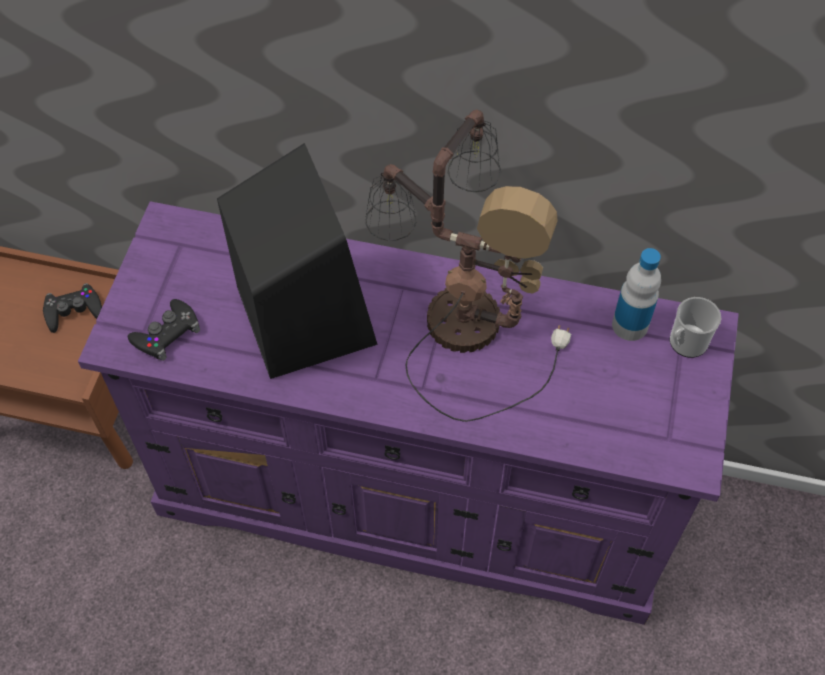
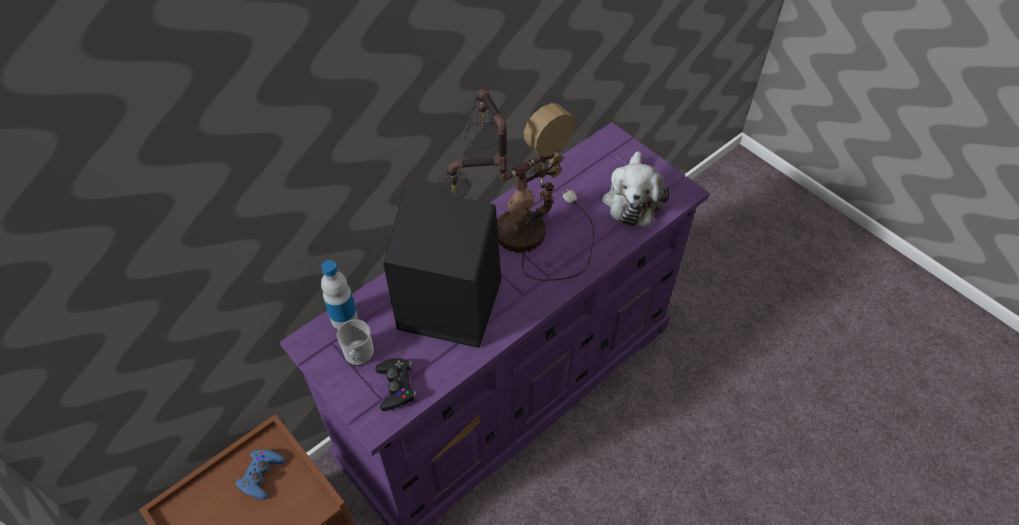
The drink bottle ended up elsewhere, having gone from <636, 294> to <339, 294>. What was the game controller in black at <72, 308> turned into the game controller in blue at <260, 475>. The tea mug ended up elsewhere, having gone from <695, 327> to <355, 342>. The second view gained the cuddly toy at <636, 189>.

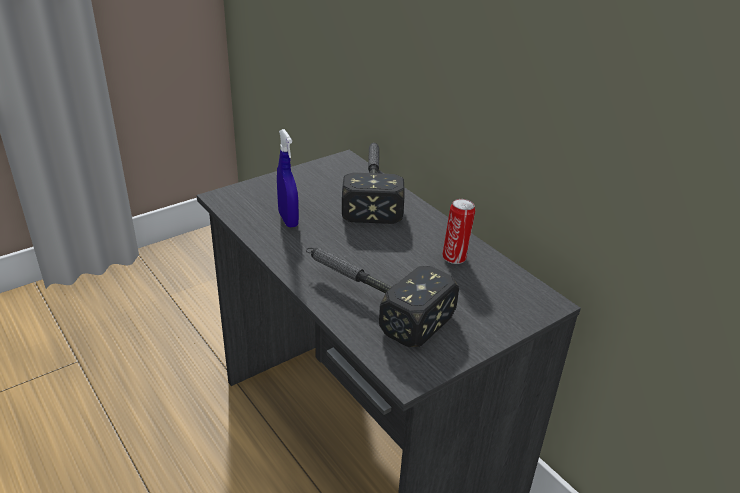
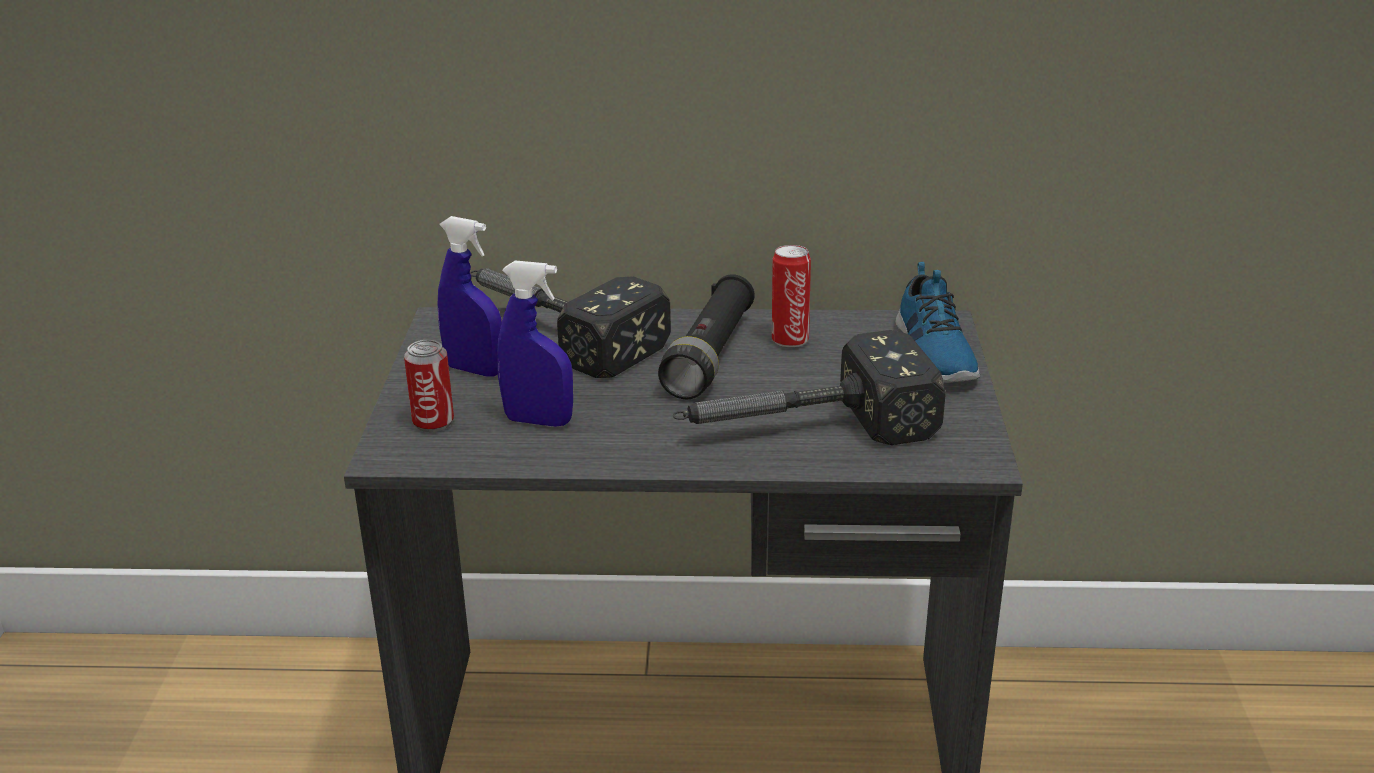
The second view gained the hand sprayer in blue at <470, 296>. The second view gained the item of footwear at <937, 322>. The second view gained the flashlight in black at <706, 336>. The second view gained the sealed can at <429, 386>.

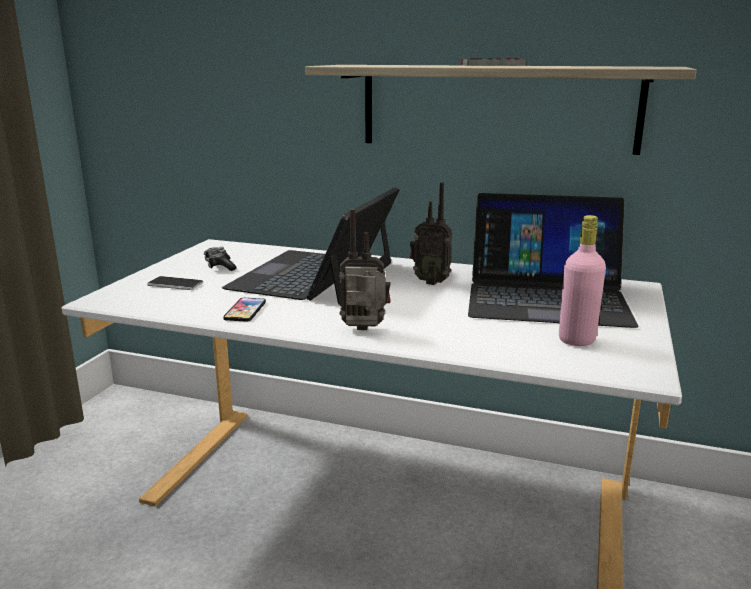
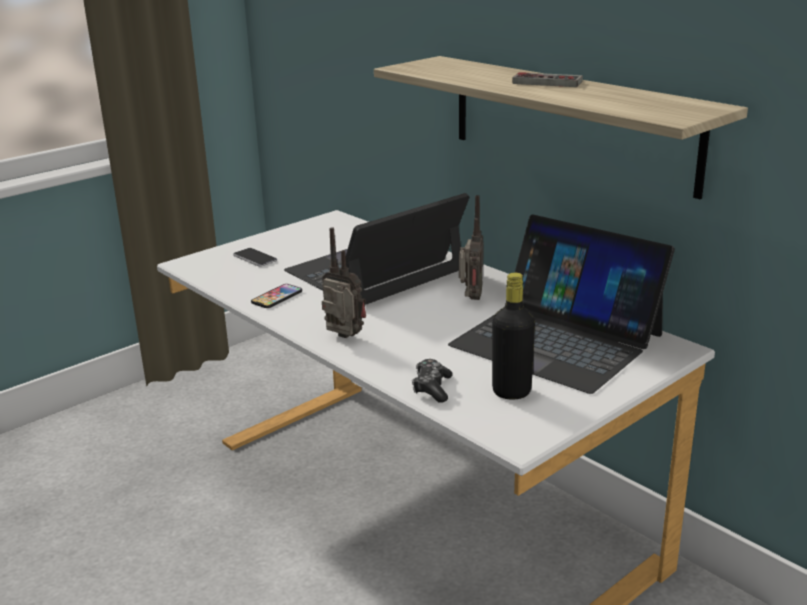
The radio set at <431, 233> ended up facing another way, 135 degrees counterclockwise from before. What was the drink bottle in pink at <582, 280> turned into the drink bottle in black at <513, 336>. The game controller ended up elsewhere, having gone from <220, 259> to <432, 381>.

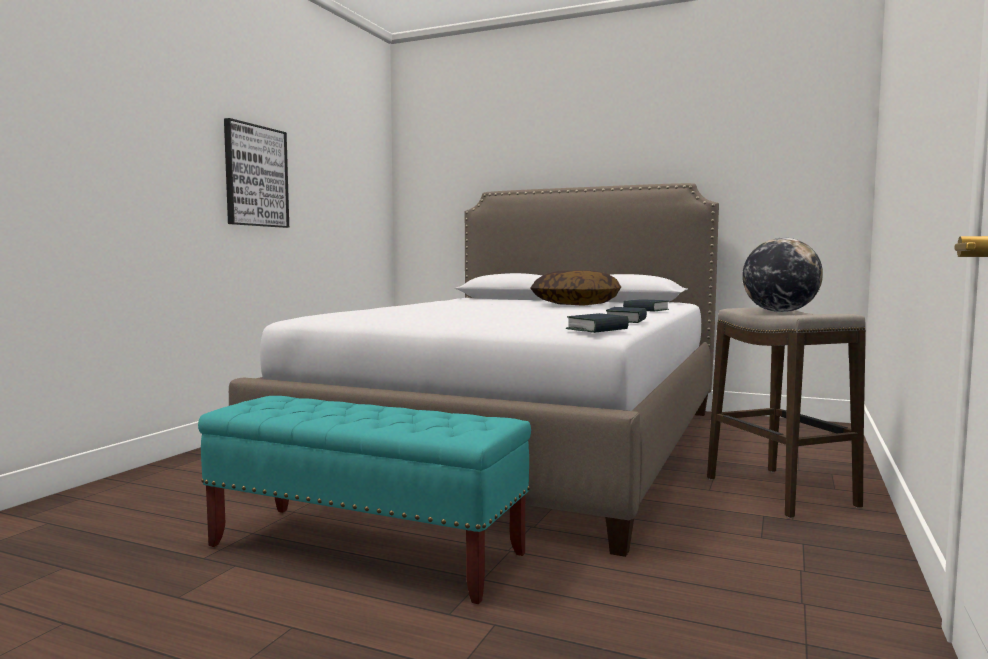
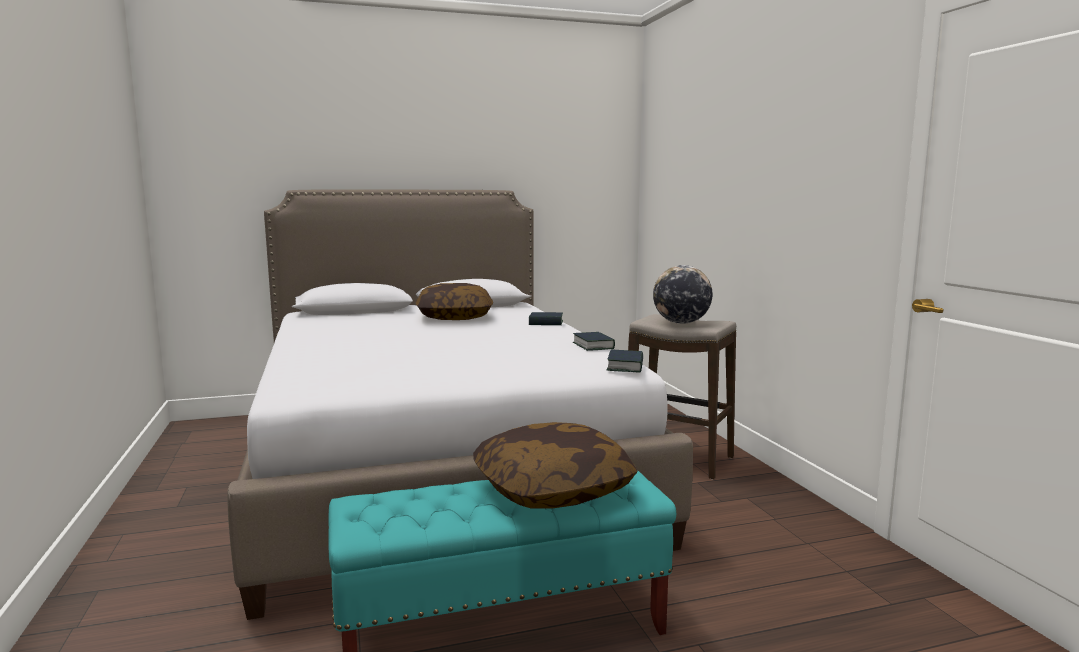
The second view lost the wall picture at <256, 173>. The second view gained the pillow at <555, 465>.

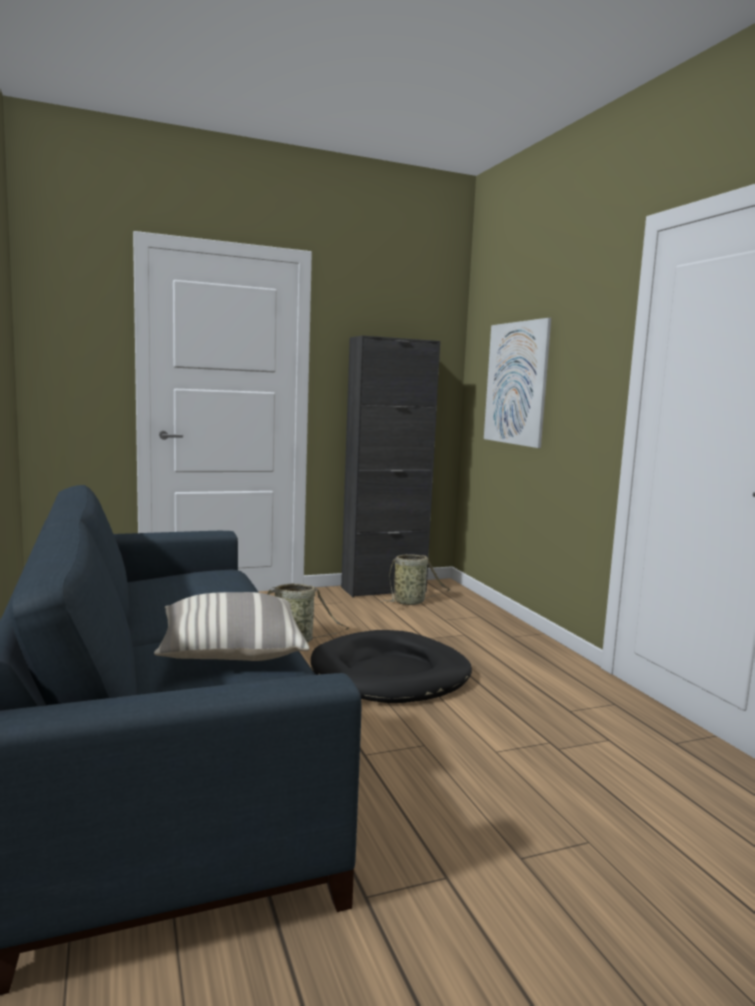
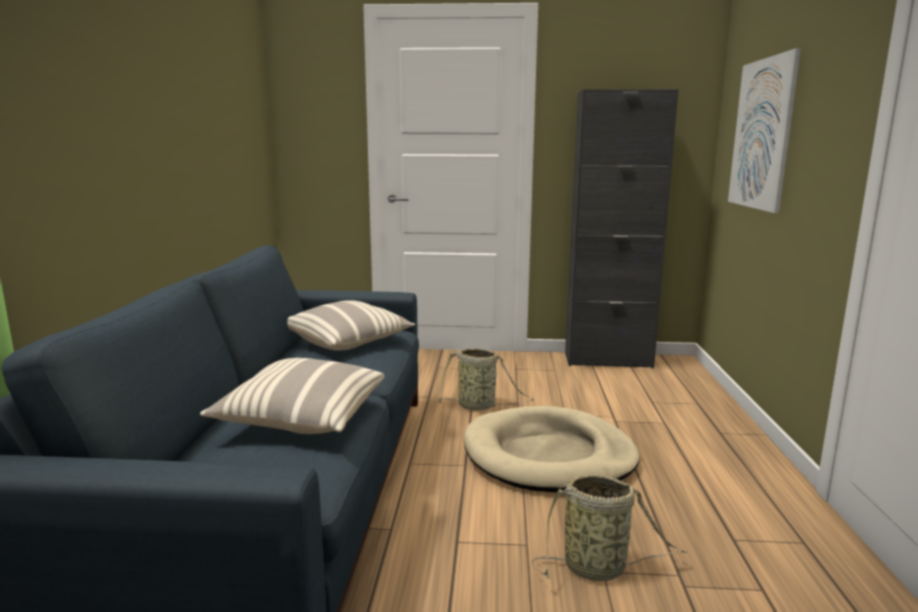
The household basket ended up elsewhere, having gone from <415, 579> to <610, 527>. What was the dog cushion in black at <391, 666> turned into the dog cushion in beige at <551, 449>. The second view gained the pillow at <351, 325>.

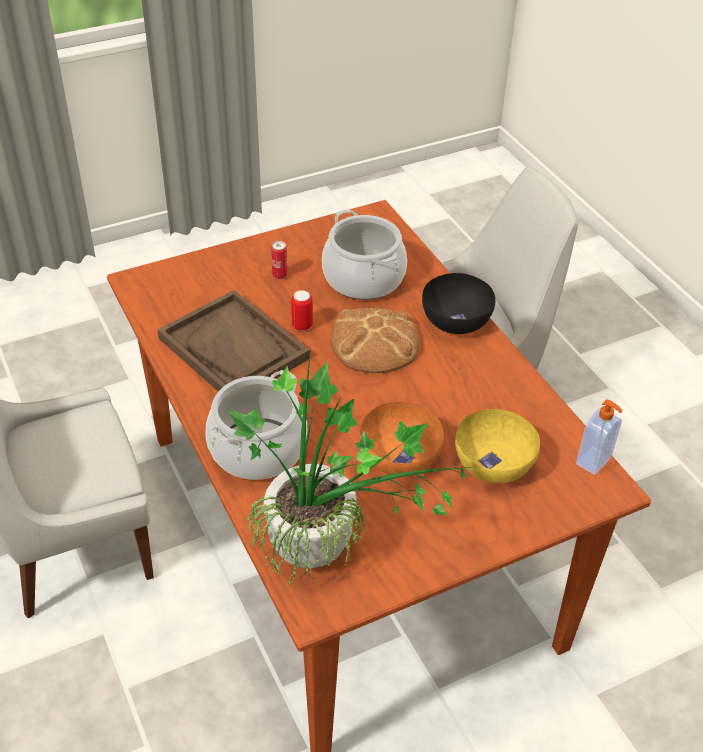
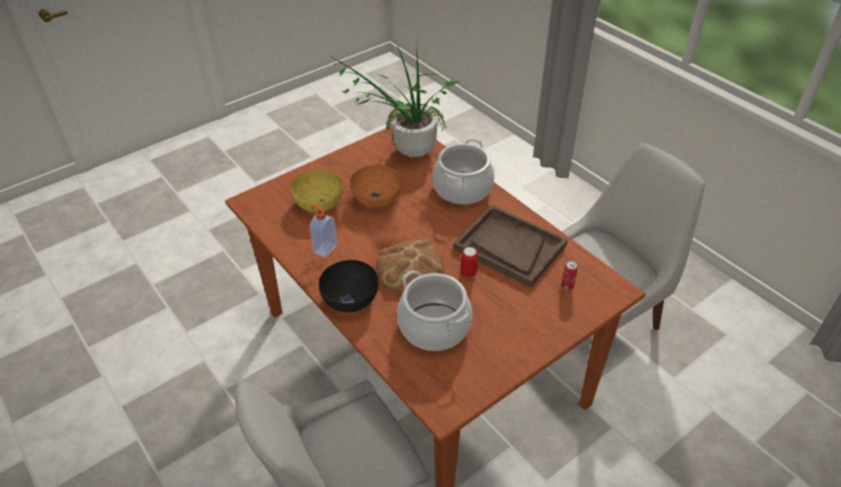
The sealed can ended up elsewhere, having gone from <279, 260> to <569, 275>. The soap dispenser ended up elsewhere, having gone from <599, 437> to <324, 231>.

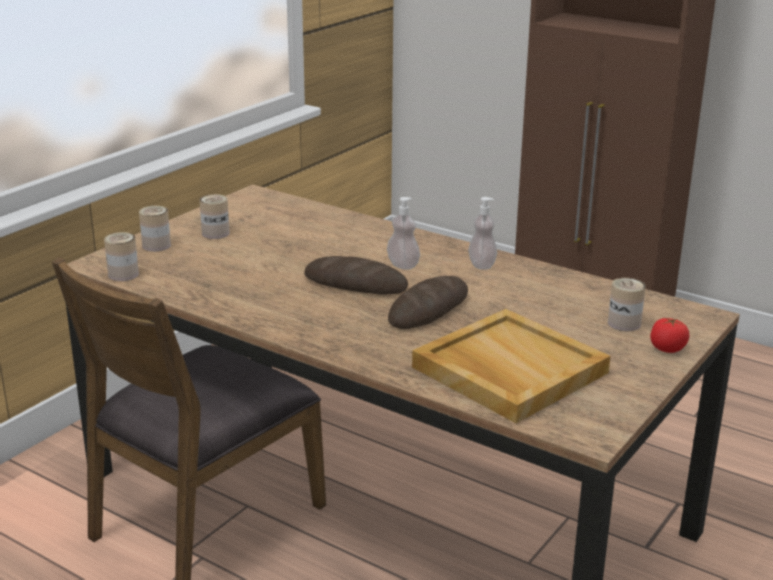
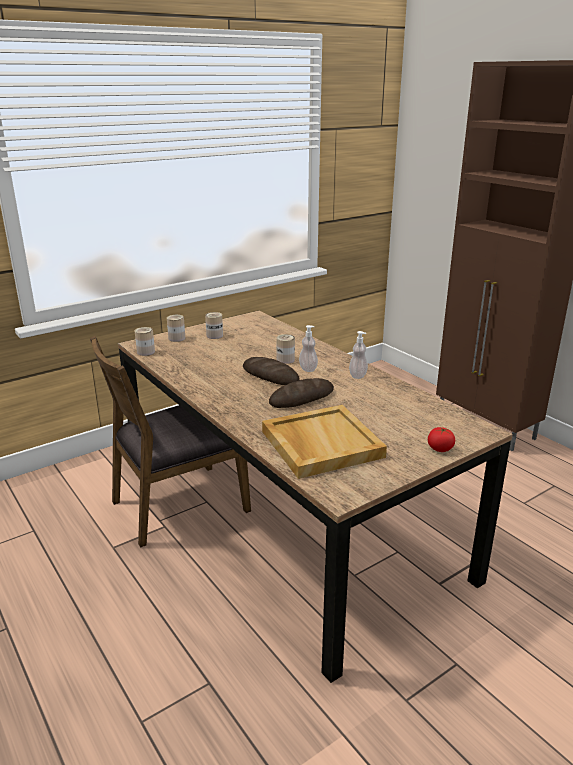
The sealed can ended up elsewhere, having gone from <627, 304> to <285, 349>.

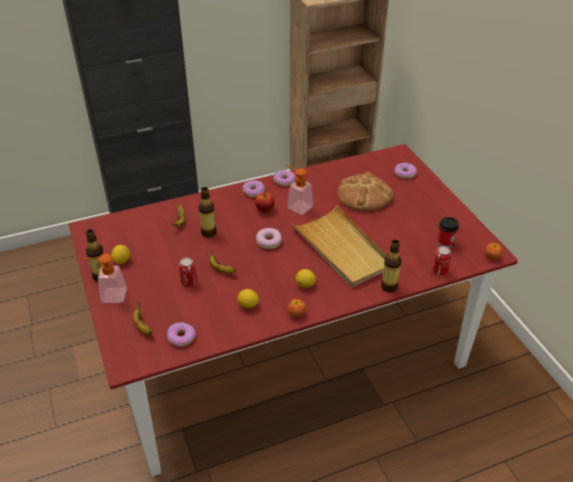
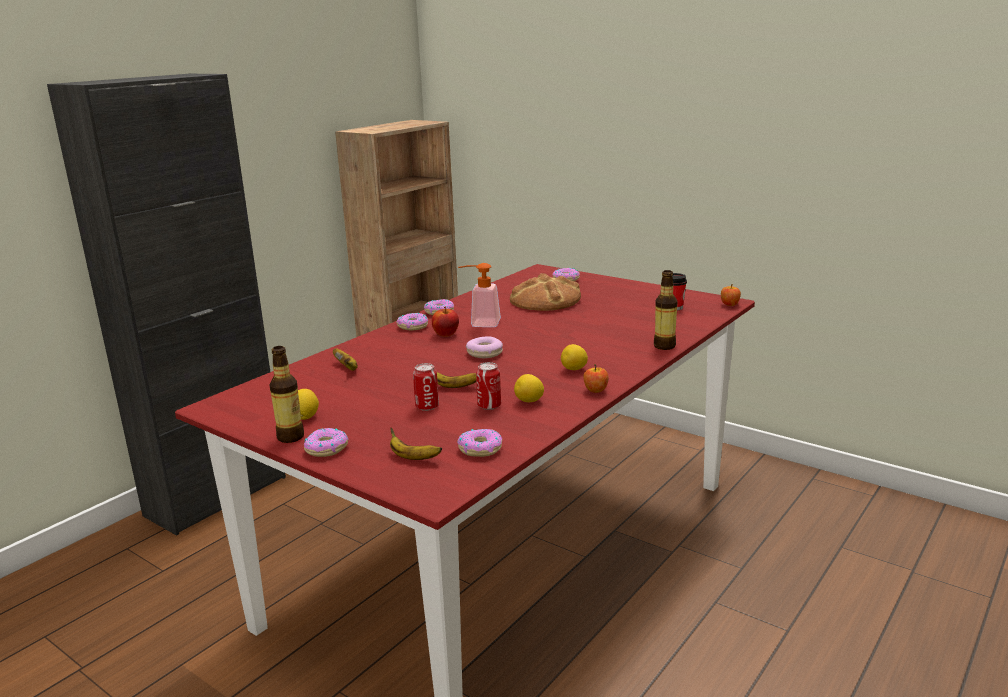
The second view lost the drink bottle at <208, 212>. The second view lost the serving tray in beige at <339, 246>. The sealed can ended up elsewhere, having gone from <441, 260> to <488, 386>. Where the soap dispenser stood at <104, 278>, the doughnut came to stand at <326, 442>.

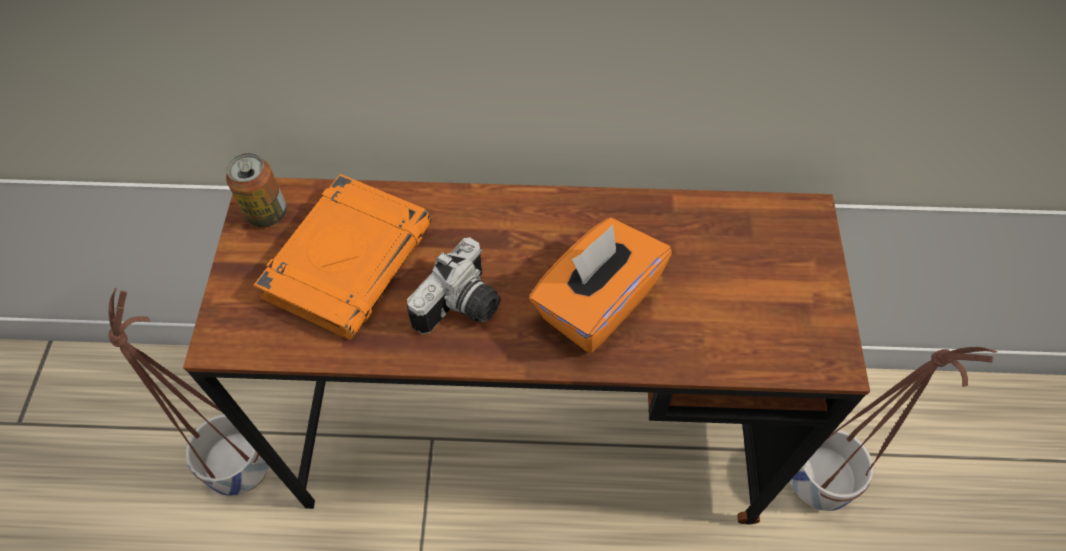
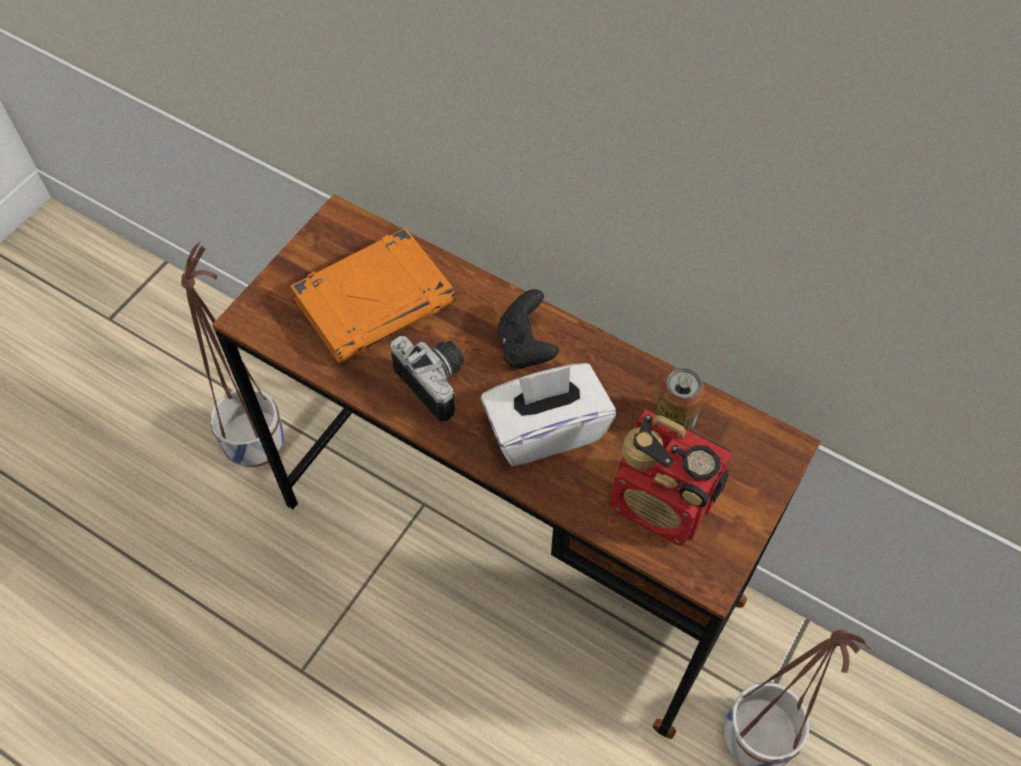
The sealed can ended up elsewhere, having gone from <256, 190> to <679, 399>. What was the tissue holder in orange-coloured at <600, 285> turned into the tissue holder in white at <548, 414>. The photo camera at <454, 286> ended up facing another way, 105 degrees counterclockwise from before. The second view gained the game controller in black at <528, 329>. The second view gained the radio set at <671, 477>.

